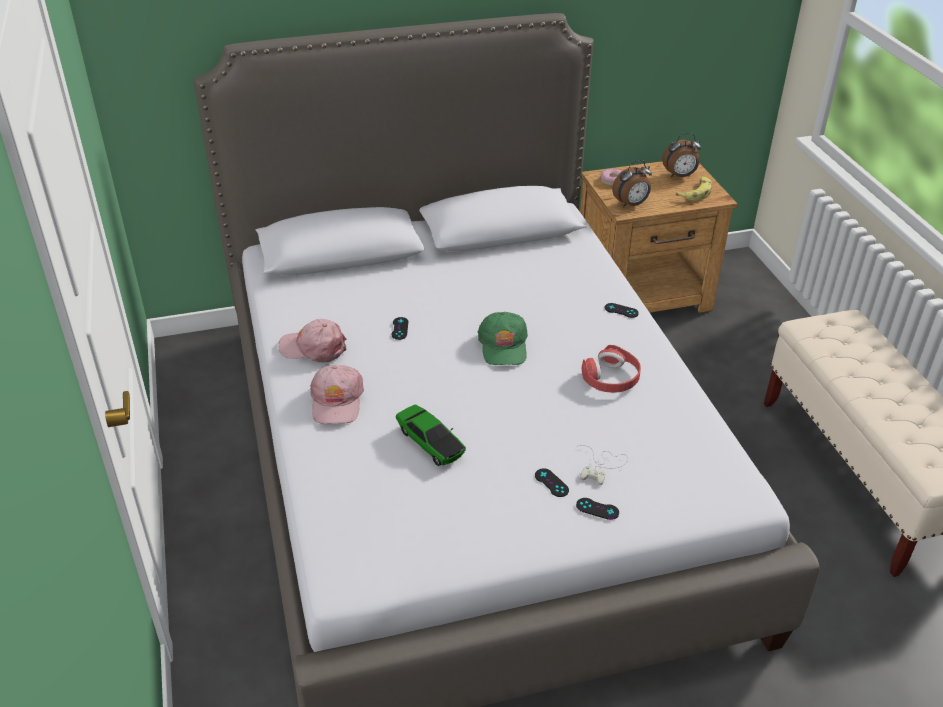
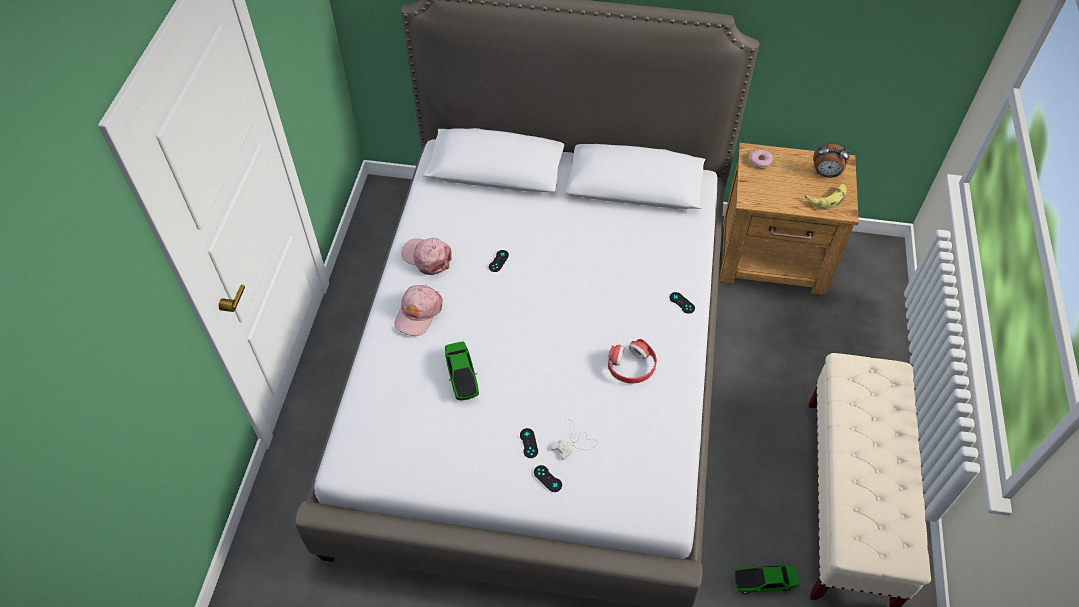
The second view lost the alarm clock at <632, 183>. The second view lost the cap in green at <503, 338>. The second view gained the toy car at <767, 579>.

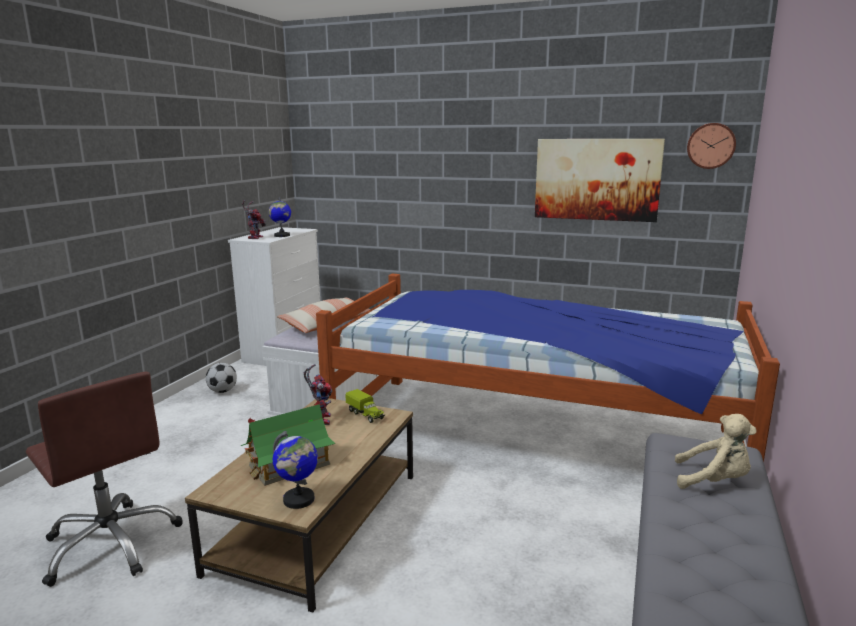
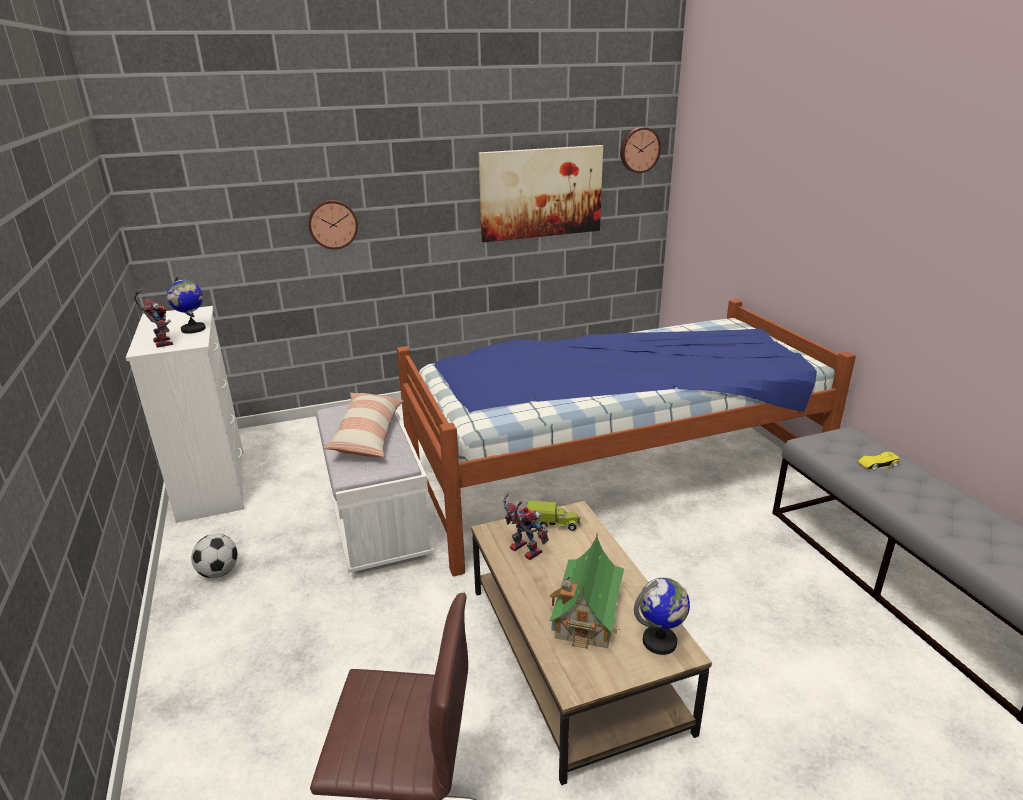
Where the cuddly toy in beige stood at <716, 451>, the toy car in yellow came to stand at <879, 461>. The second view gained the hanging clock at <333, 225>.

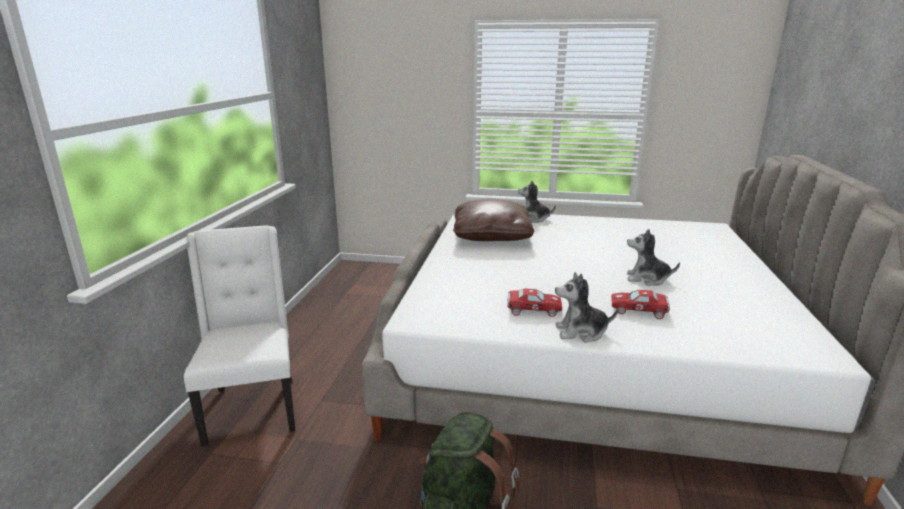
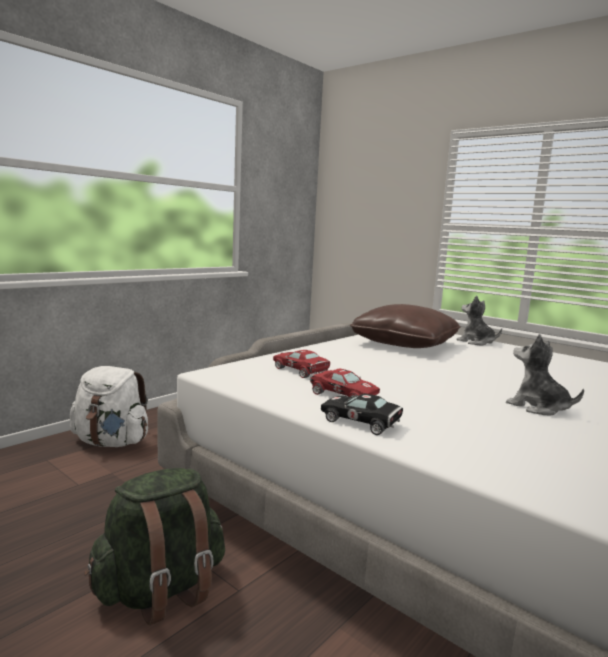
Where the upright chair in white stood at <239, 336>, the knapsack in white came to stand at <109, 406>. Where the cuddly toy stood at <586, 307>, the toy car in black came to stand at <362, 414>. The toy car in red-coloured ended up elsewhere, having gone from <640, 304> to <301, 364>.

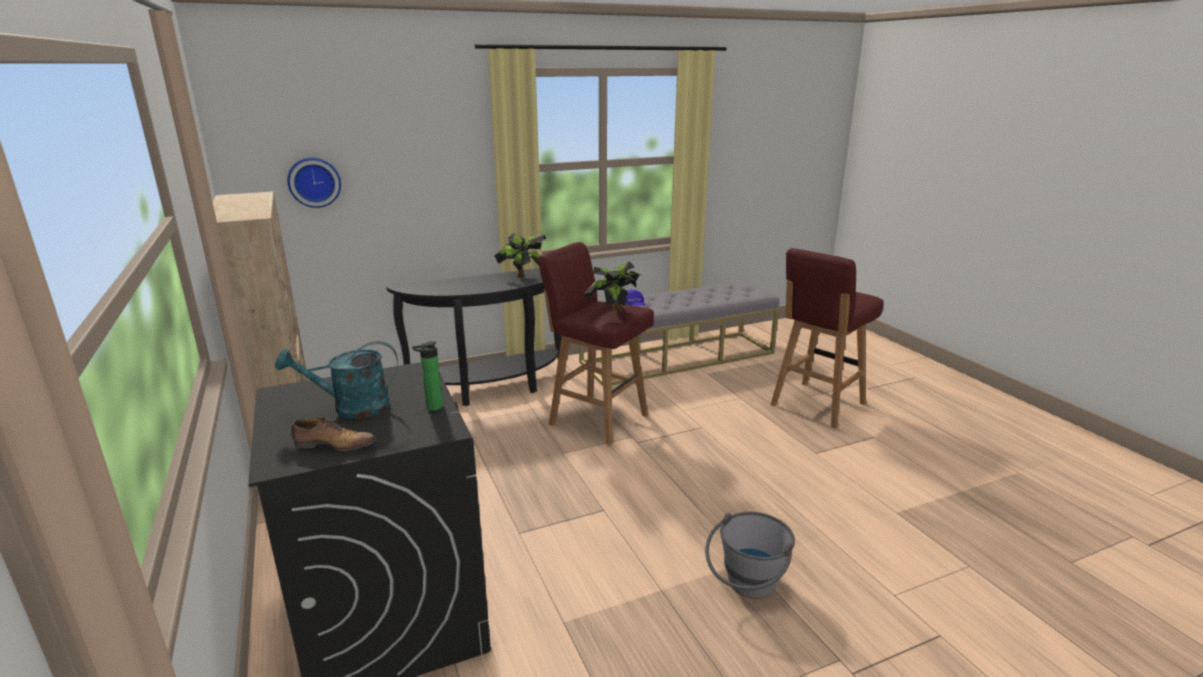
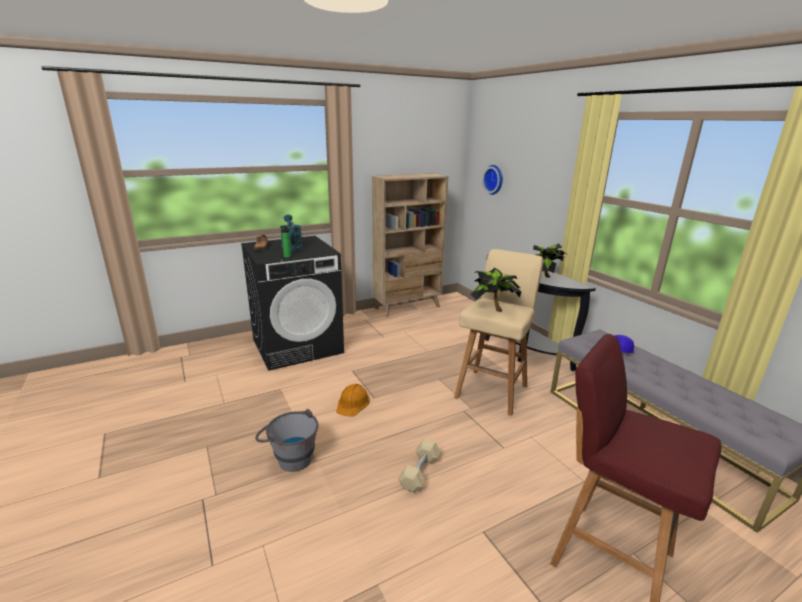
What was the stool seat in red-coloured at <596, 344> turned into the stool seat in beige at <498, 332>. The second view gained the safety helmet in orange-coloured at <353, 400>. The second view gained the dumbbell in beige at <419, 466>.

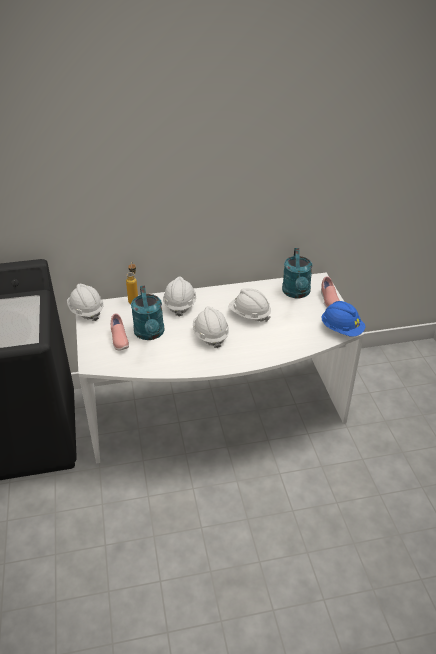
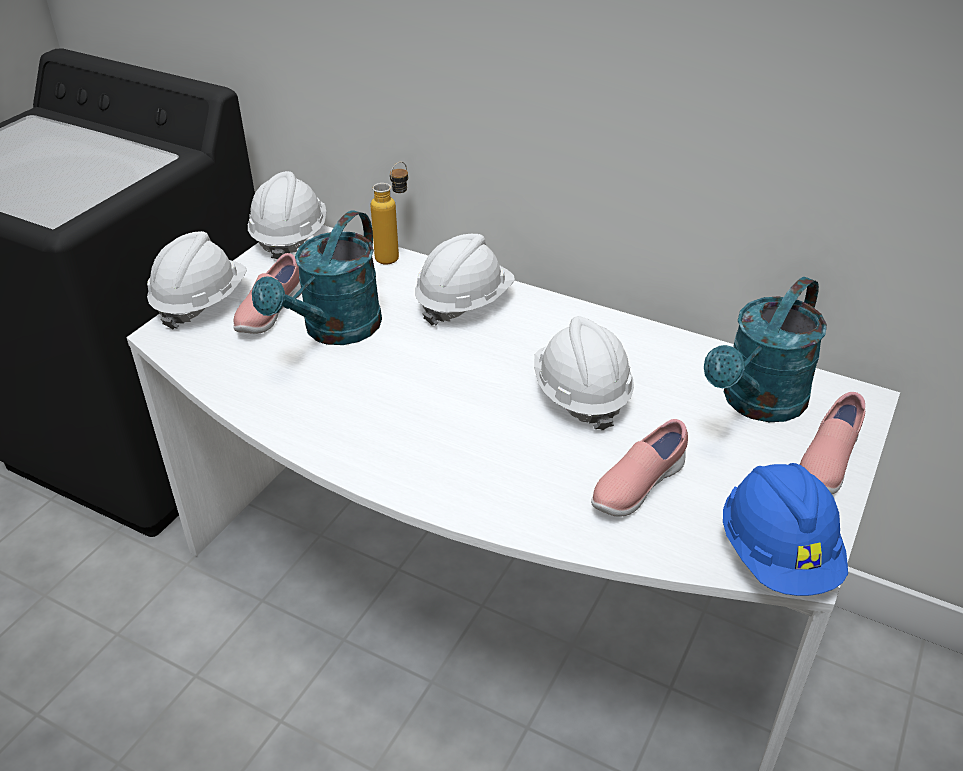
The safety helmet in white ended up elsewhere, having gone from <211, 327> to <197, 280>. The second view gained the item of footwear in pink at <639, 468>.

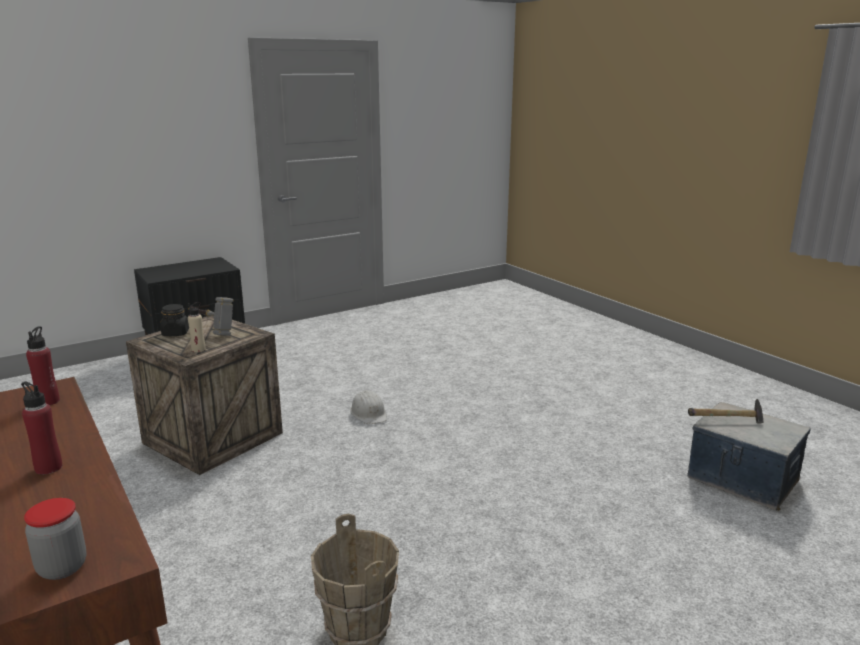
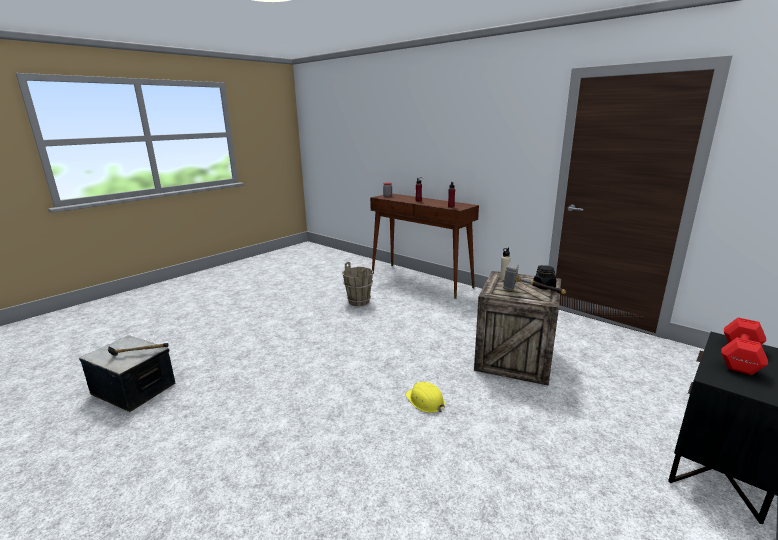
What was the safety helmet in white at <368, 407> turned into the safety helmet in yellow at <425, 397>. The second view gained the dumbbell in red-coloured at <744, 346>.

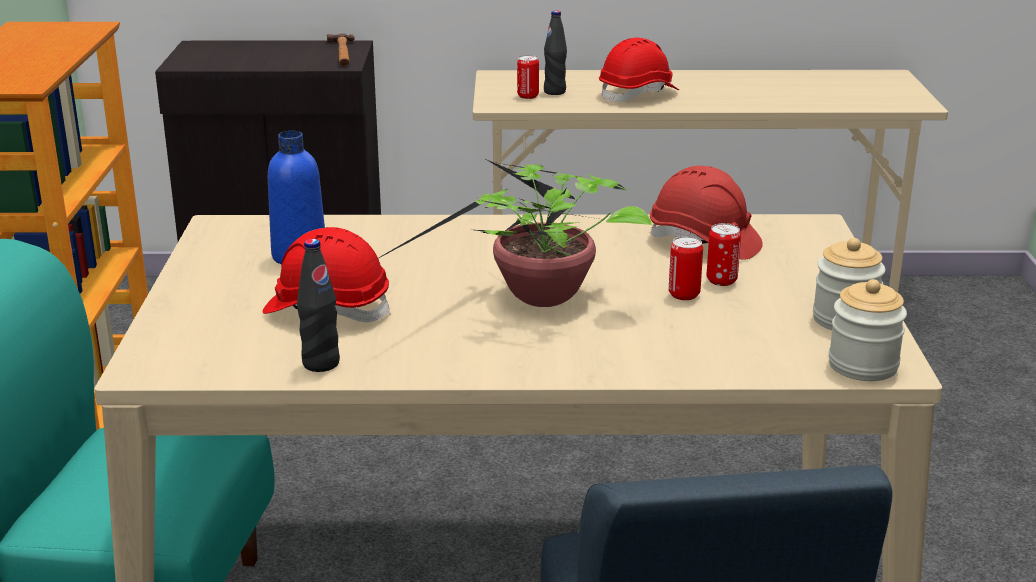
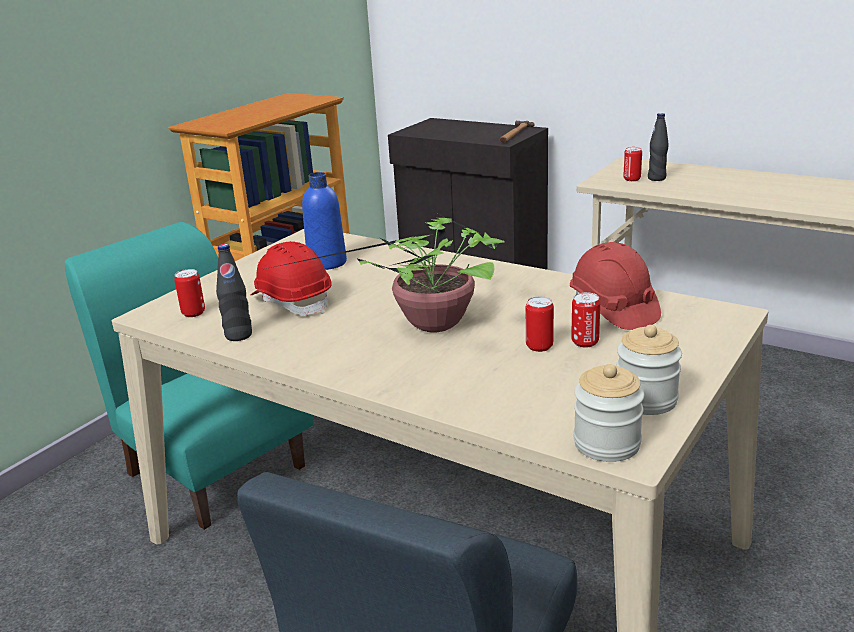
The second view lost the safety helmet in red-coloured at <639, 70>. The second view gained the sealed can at <189, 293>.

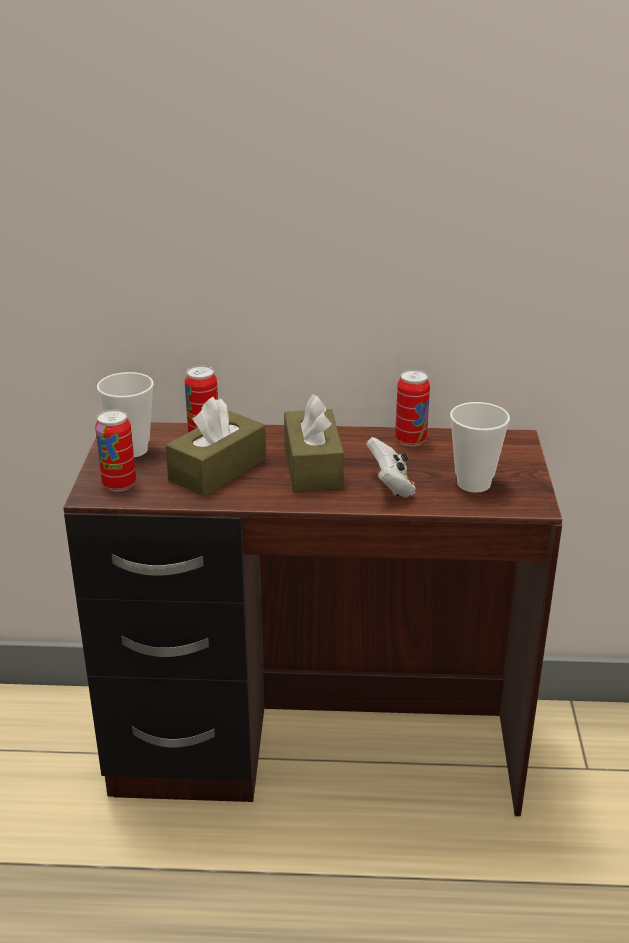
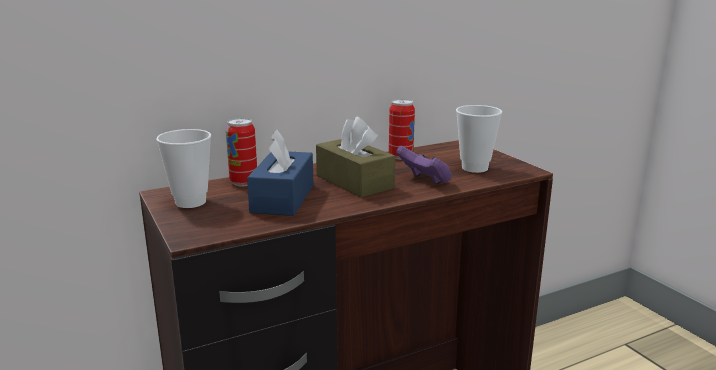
What was the tissue holder in brown at <215, 446> turned into the tissue holder in blue at <280, 172>. The second view lost the sealed can at <115, 451>. What was the game controller in white at <391, 467> turned into the game controller in purplish at <424, 165>.

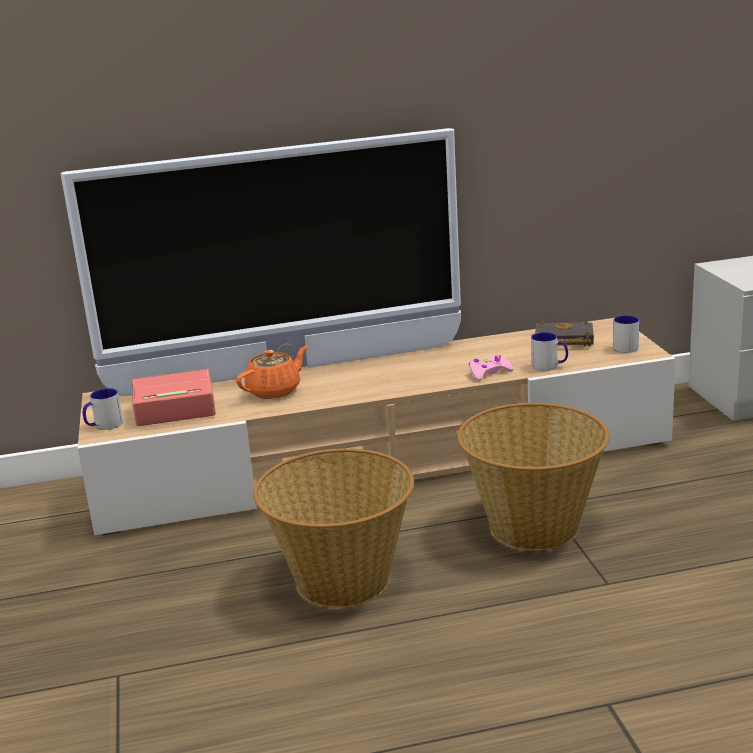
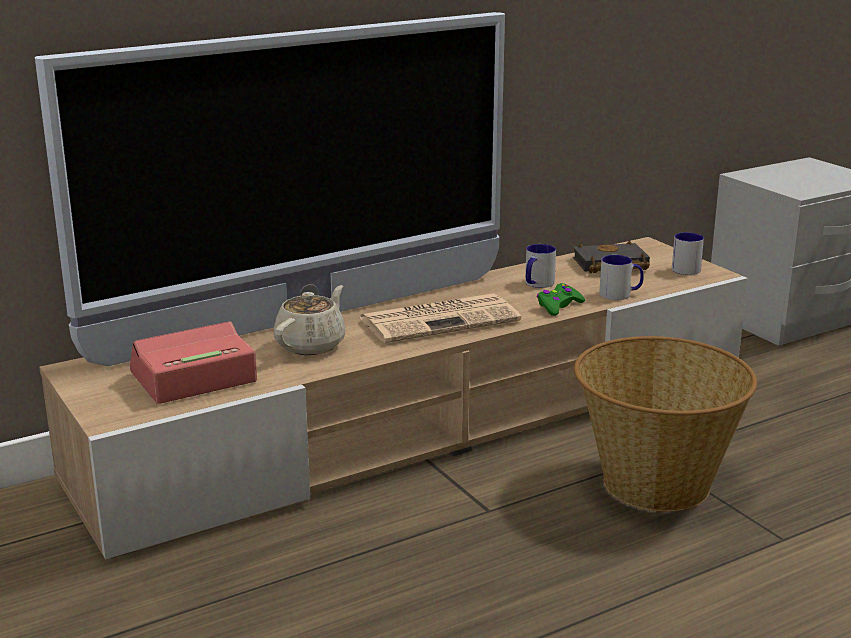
What was the tea pot in orange-coloured at <272, 372> turned into the tea pot in beige at <309, 320>. What was the game controller in pink at <491, 367> turned into the game controller in green at <561, 299>. The tea mug ended up elsewhere, having gone from <103, 409> to <540, 266>. The second view lost the household basket at <333, 527>. The second view gained the printed paper at <440, 318>.

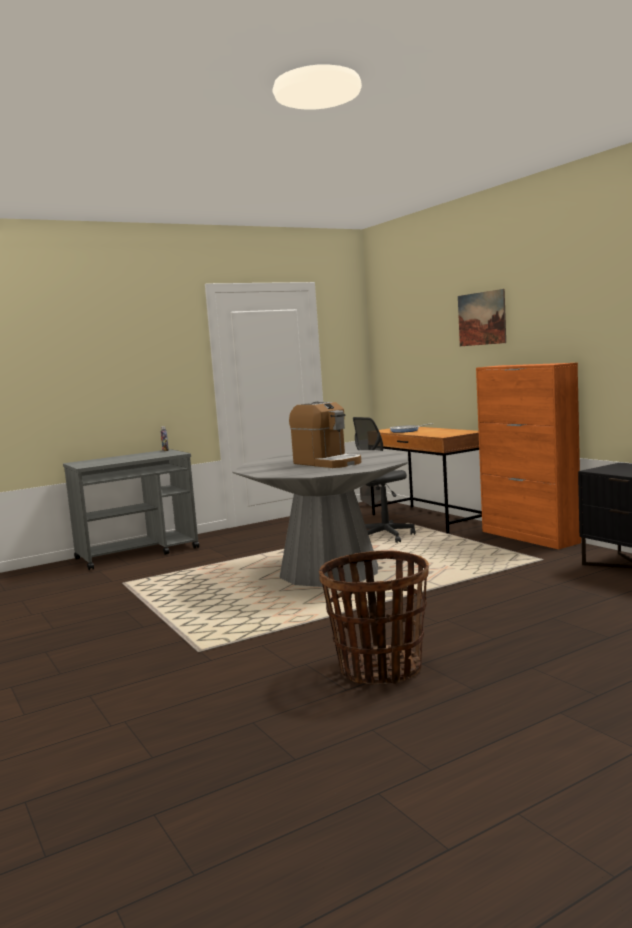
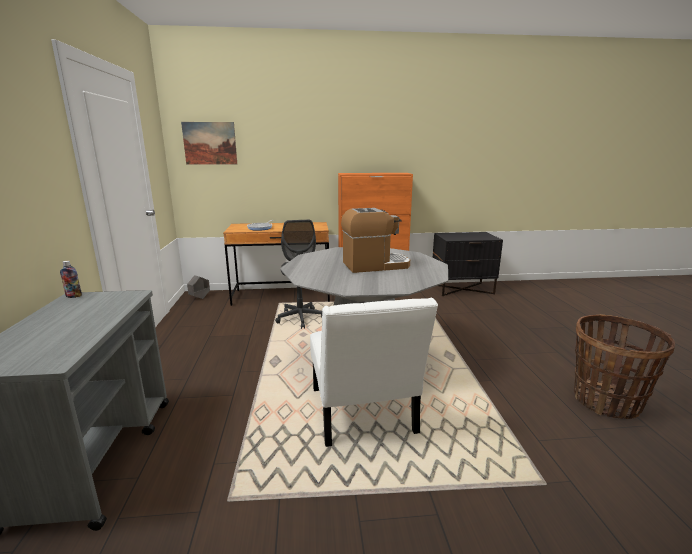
The wall picture ended up elsewhere, having gone from <482, 317> to <209, 143>. The second view gained the upright chair in white at <374, 372>.

